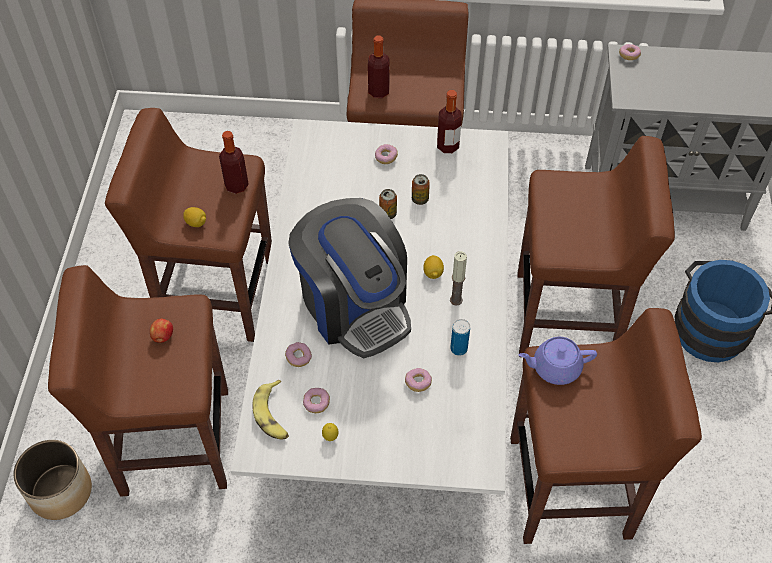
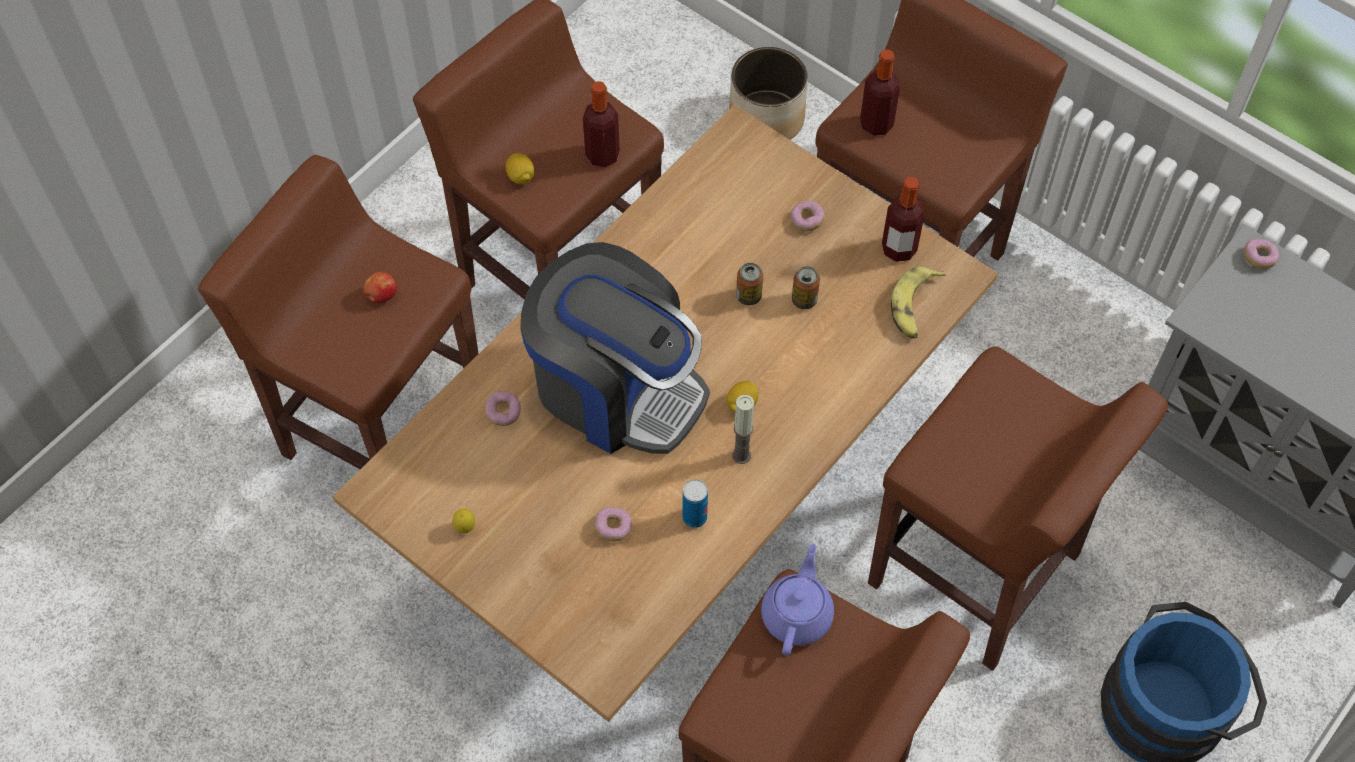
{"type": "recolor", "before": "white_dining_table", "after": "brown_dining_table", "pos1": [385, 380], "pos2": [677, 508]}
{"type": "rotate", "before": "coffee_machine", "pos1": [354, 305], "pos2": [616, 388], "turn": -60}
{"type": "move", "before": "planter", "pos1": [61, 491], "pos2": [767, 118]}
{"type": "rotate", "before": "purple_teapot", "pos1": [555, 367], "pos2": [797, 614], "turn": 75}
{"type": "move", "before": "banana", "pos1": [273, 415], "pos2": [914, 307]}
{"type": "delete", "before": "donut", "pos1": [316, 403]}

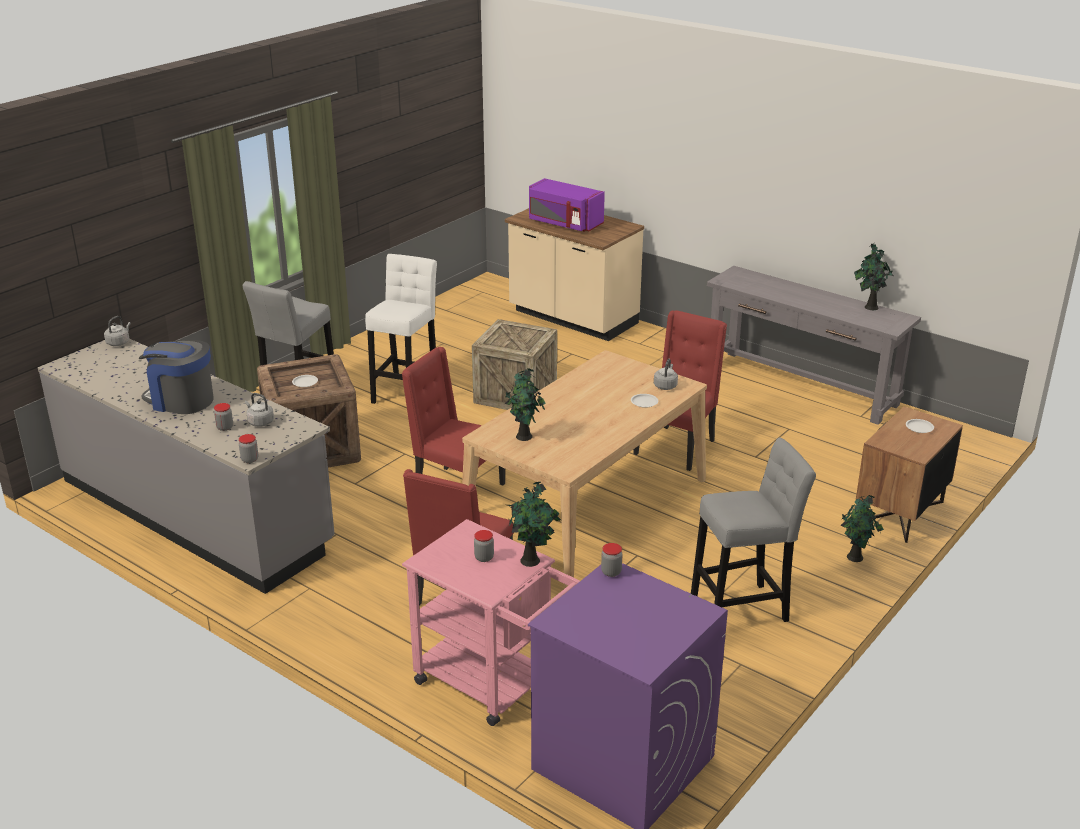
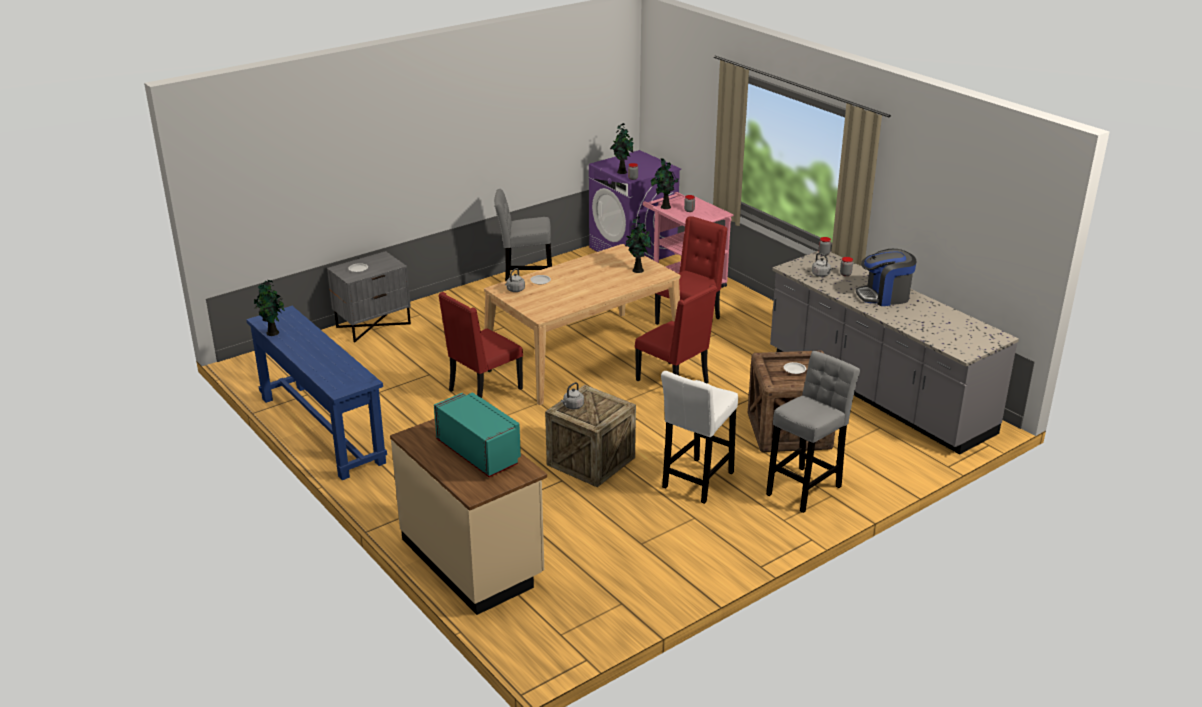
{"type": "recolor", "before": "grey_console_table", "after": "blue_console_table", "pos1": [800, 386], "pos2": [322, 429]}
{"type": "recolor", "before": "brown_nightstand", "after": "grey_nightstand", "pos1": [900, 513], "pos2": [373, 325]}
{"type": "recolor", "before": "purple_microwave", "after": "turquoise_microwave", "pos1": [564, 223], "pos2": [480, 452]}
{"type": "move", "before": "grey_kettle", "pos1": [119, 342], "pos2": [572, 406]}
{"type": "move", "before": "potted_plant", "pos1": [856, 558], "pos2": [621, 171]}
{"type": "rotate", "before": "coffee_machine", "pos1": [181, 400], "pos2": [884, 296], "turn": 135}

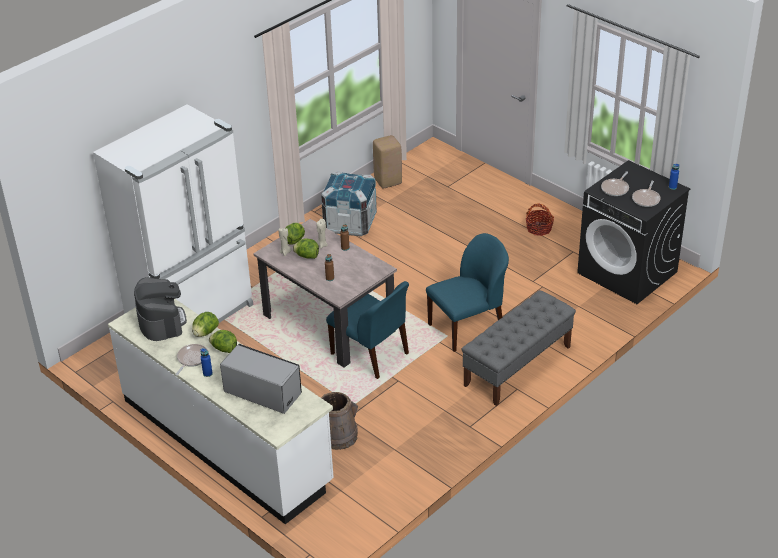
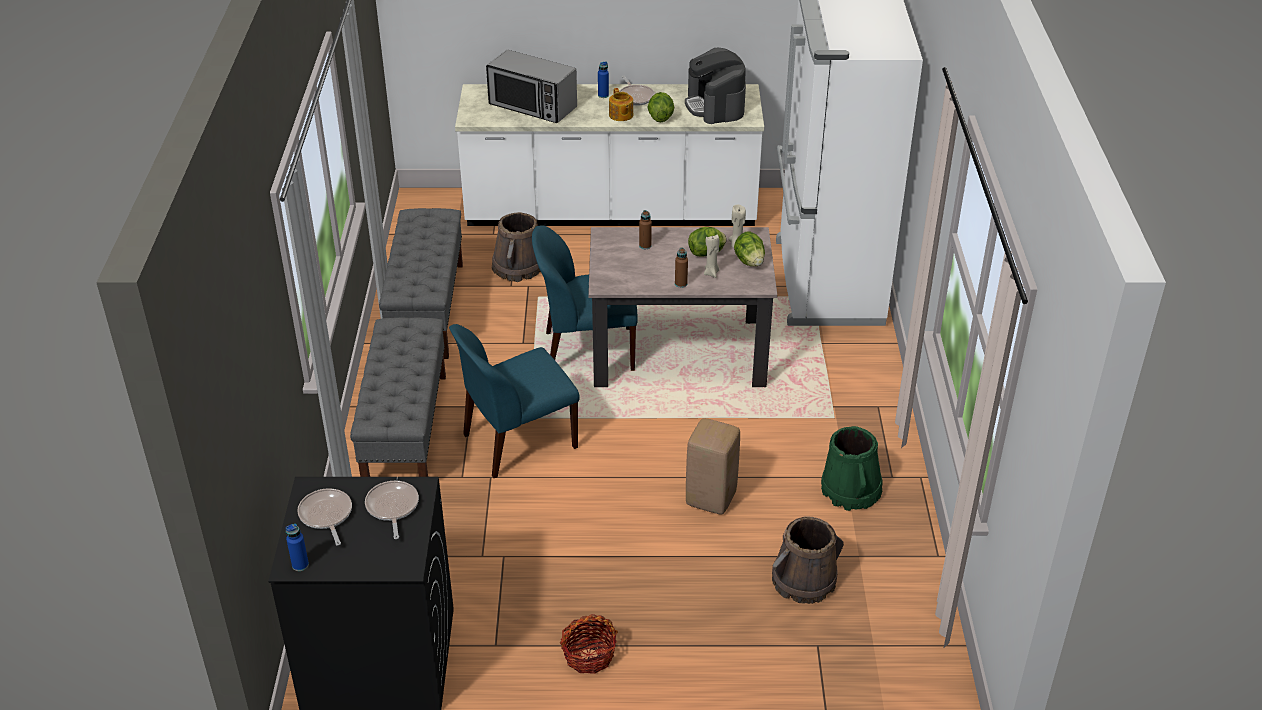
{"type": "insert", "after": "grey_bench", "pos2": [427, 309]}
{"type": "rotate", "before": "blue_chair", "pos1": [467, 327], "pos2": [517, 442], "turn": 45}
{"type": "rotate", "before": "microwave", "pos1": [262, 392], "pos2": [532, 106], "turn": 45}
{"type": "replace", "before": "lettuce", "after": "teapot", "pos1": [224, 349], "pos2": [621, 115]}
{"type": "rotate", "before": "coffee_machine", "pos1": [161, 321], "pos2": [715, 106], "turn": 45}
{"type": "move", "before": "beige_stool", "pos1": [388, 181], "pos2": [711, 499]}
{"type": "insert", "after": "brown_bucket", "pos2": [803, 580]}
{"type": "replace", "before": "crate", "after": "green_bucket", "pos1": [350, 223], "pos2": [850, 489]}

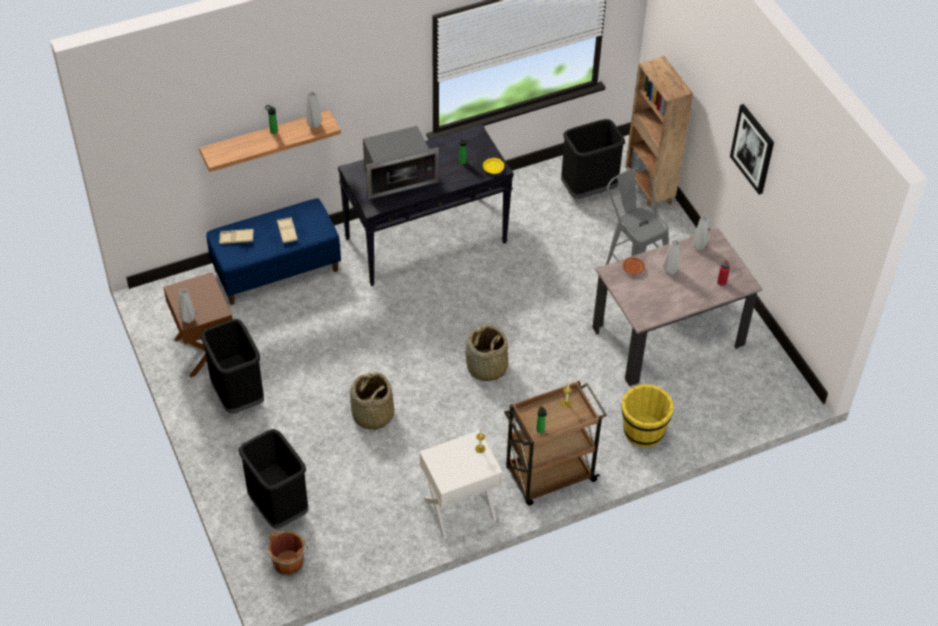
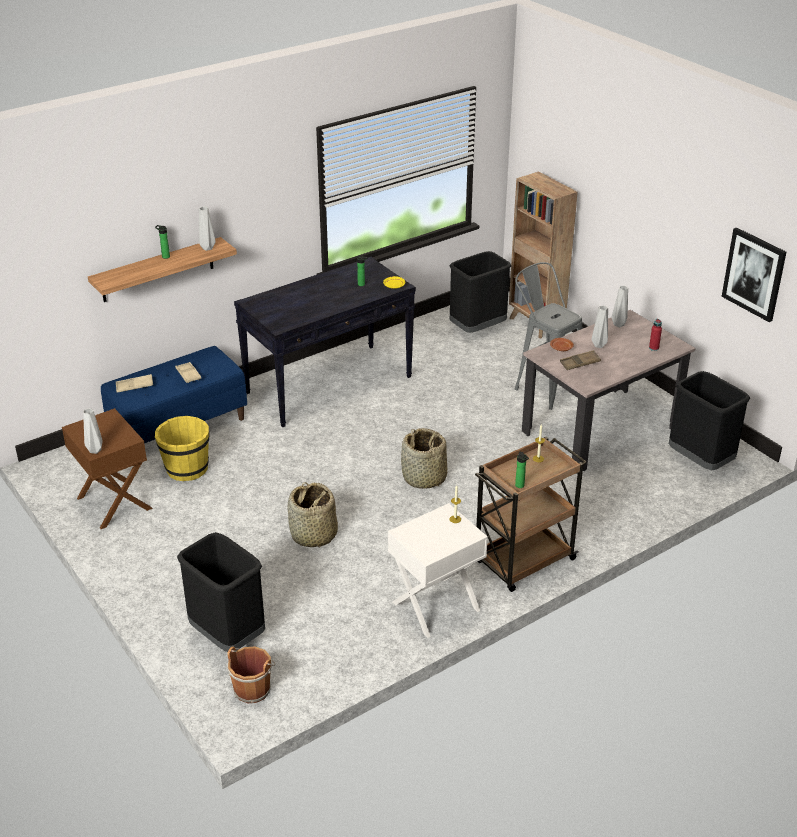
{"type": "move", "before": "yellow_bucket", "pos1": [643, 431], "pos2": [186, 469]}
{"type": "insert", "after": "brown_tray", "pos2": [580, 363]}
{"type": "move", "before": "black_trash_can", "pos1": [238, 396], "pos2": [700, 461]}
{"type": "move", "before": "picture", "pos1": [753, 149], "pos2": [754, 274]}
{"type": "delete", "before": "microwave", "pos1": [397, 177]}

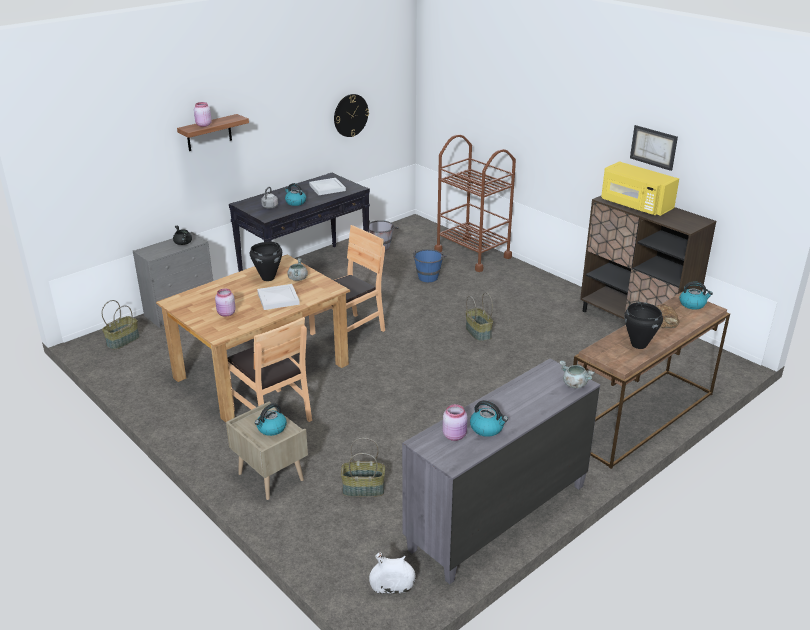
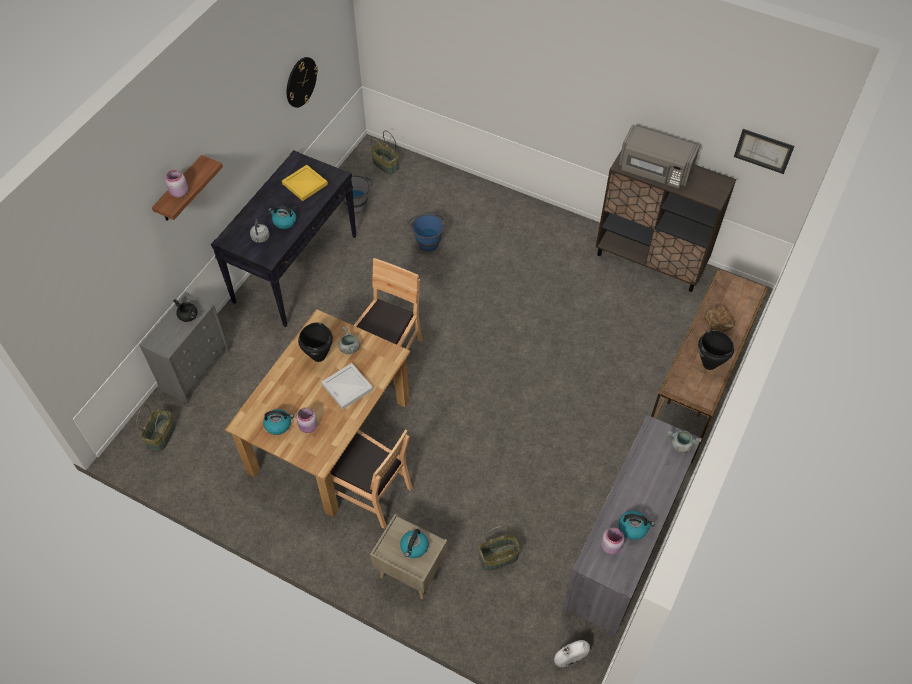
{"type": "move", "before": "kettle", "pos1": [692, 304], "pos2": [278, 424]}
{"type": "recolor", "before": "white_tray", "after": "yellow_tray", "pos1": [328, 188], "pos2": [305, 184]}
{"type": "move", "before": "basket", "pos1": [478, 333], "pos2": [386, 164]}
{"type": "recolor", "before": "yellow_microwave", "after": "grey_microwave", "pos1": [635, 205], "pos2": [654, 171]}
{"type": "move", "before": "picture", "pos1": [653, 147], "pos2": [763, 151]}
{"type": "delete", "before": "brown_cart", "pos1": [472, 254]}

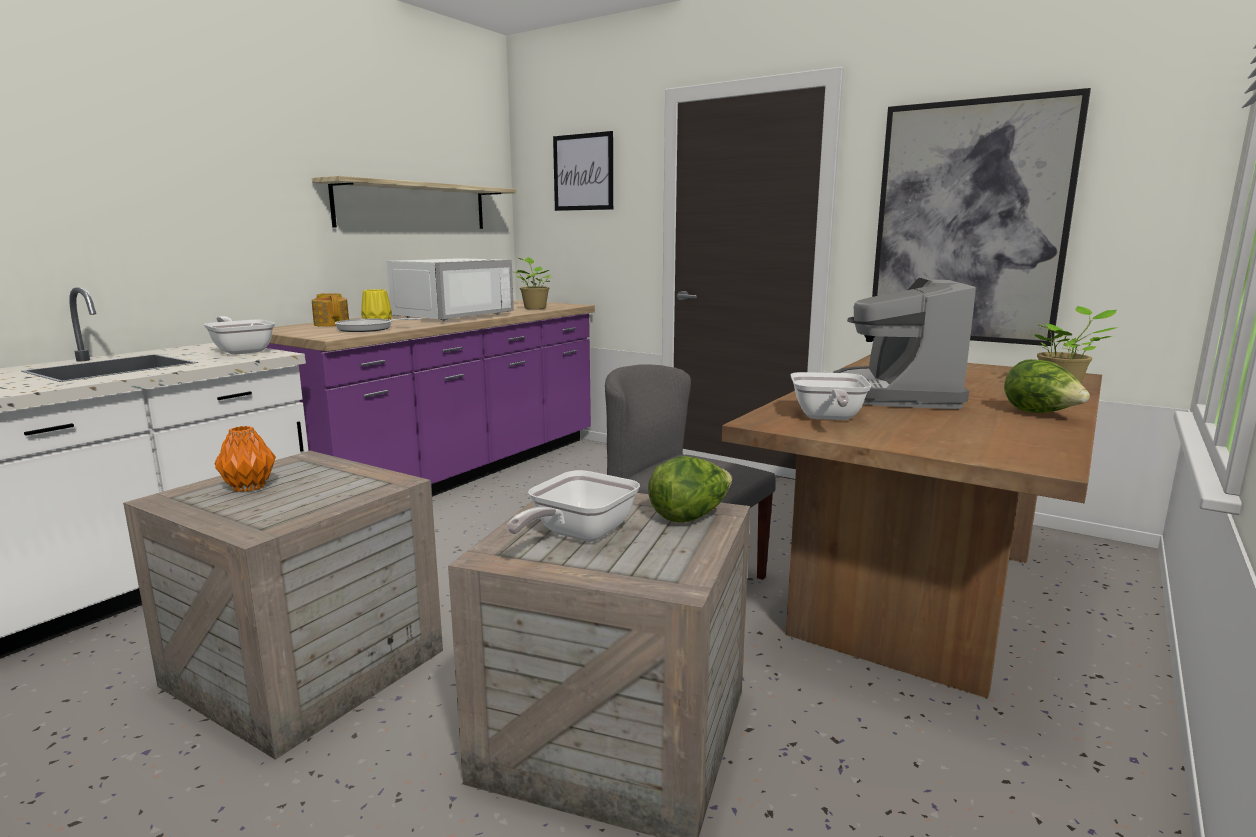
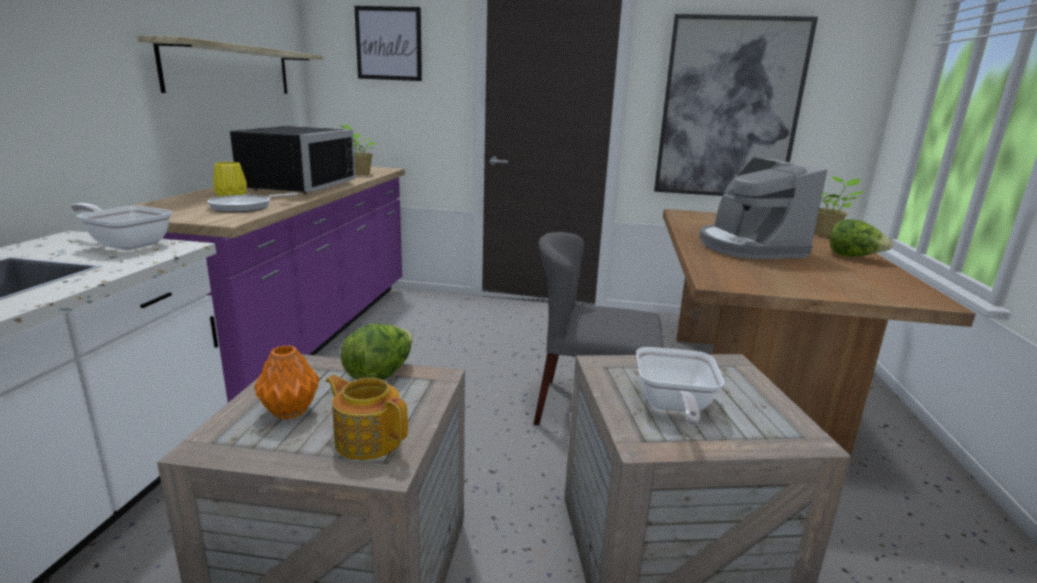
{"type": "recolor", "before": "white_microwave", "after": "black_microwave", "pos1": [448, 315], "pos2": [293, 185]}
{"type": "move", "before": "teapot", "pos1": [332, 324], "pos2": [368, 439]}
{"type": "move", "before": "lettuce", "pos1": [690, 516], "pos2": [380, 374]}
{"type": "delete", "before": "frying_pan", "pos1": [827, 418]}

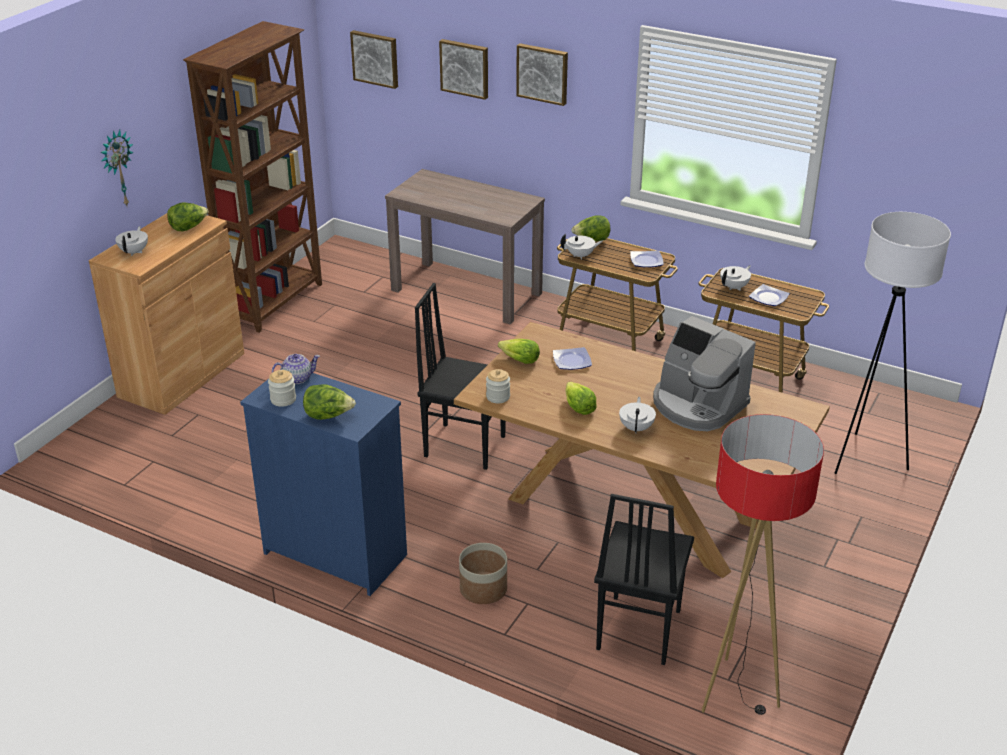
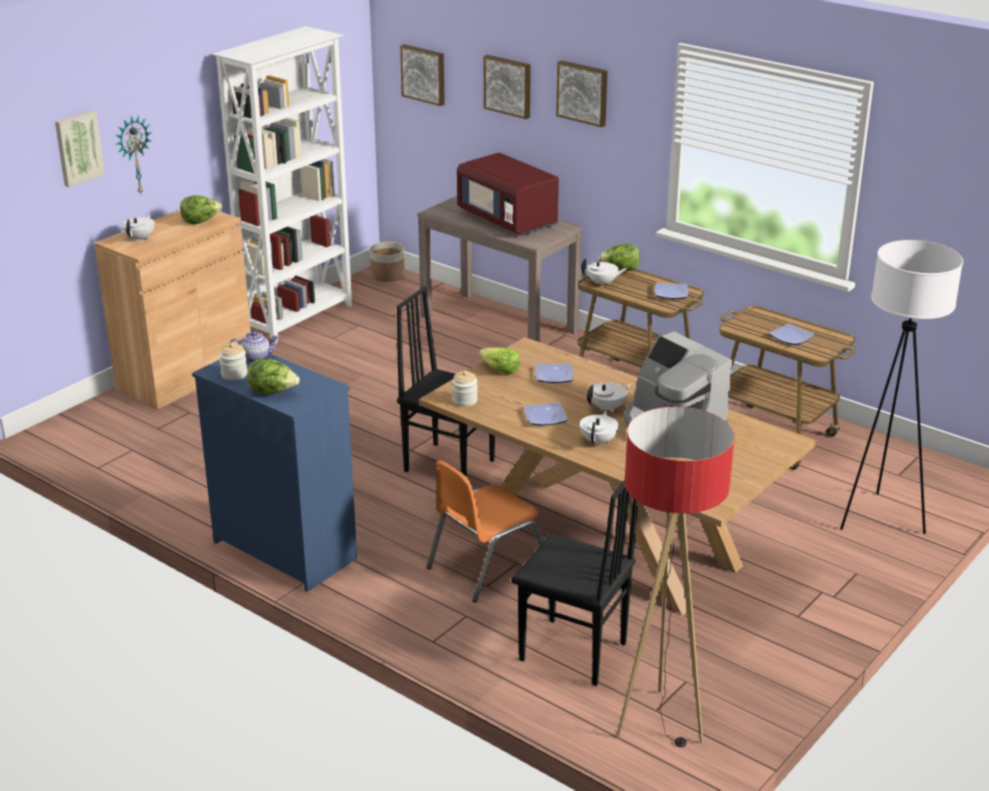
{"type": "insert", "after": "picture", "pos2": [78, 148]}
{"type": "recolor", "before": "brown_bookcase", "after": "white_bookcase", "pos1": [275, 302], "pos2": [299, 318]}
{"type": "move", "before": "planter", "pos1": [483, 588], "pos2": [388, 275]}
{"type": "insert", "after": "orange_chair", "pos2": [486, 566]}
{"type": "insert", "after": "red_microwave", "pos2": [508, 220]}
{"type": "rotate", "before": "black_chair", "pos1": [637, 630], "pos2": [573, 653], "turn": -90}
{"type": "replace", "before": "lettuce", "after": "plate", "pos1": [578, 407], "pos2": [544, 417]}
{"type": "move", "before": "white_teapot", "pos1": [734, 287], "pos2": [608, 408]}

